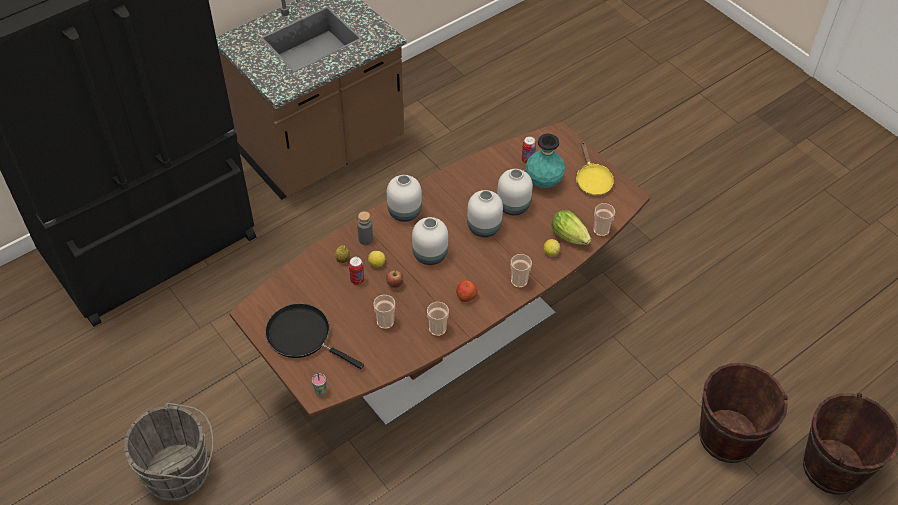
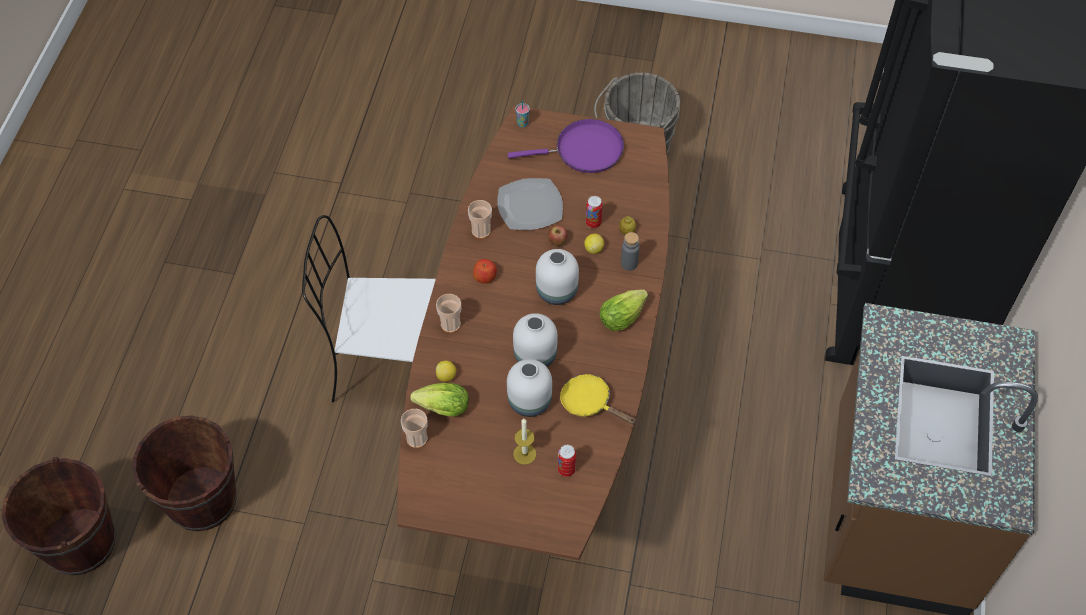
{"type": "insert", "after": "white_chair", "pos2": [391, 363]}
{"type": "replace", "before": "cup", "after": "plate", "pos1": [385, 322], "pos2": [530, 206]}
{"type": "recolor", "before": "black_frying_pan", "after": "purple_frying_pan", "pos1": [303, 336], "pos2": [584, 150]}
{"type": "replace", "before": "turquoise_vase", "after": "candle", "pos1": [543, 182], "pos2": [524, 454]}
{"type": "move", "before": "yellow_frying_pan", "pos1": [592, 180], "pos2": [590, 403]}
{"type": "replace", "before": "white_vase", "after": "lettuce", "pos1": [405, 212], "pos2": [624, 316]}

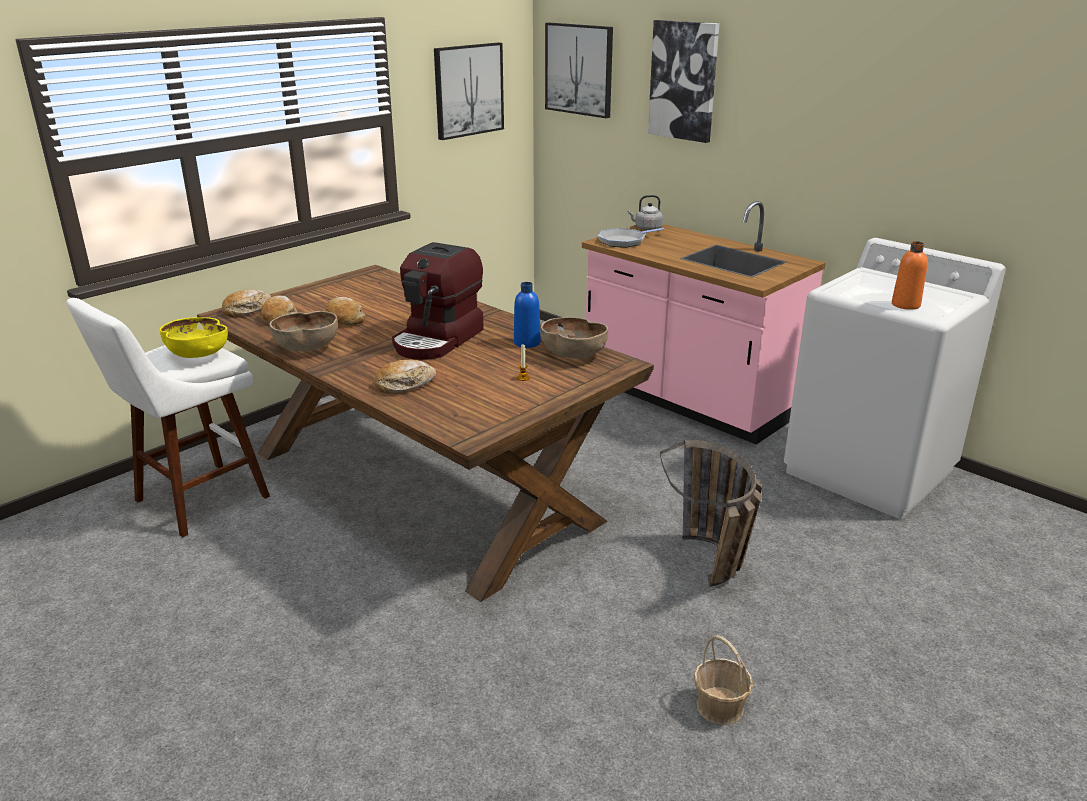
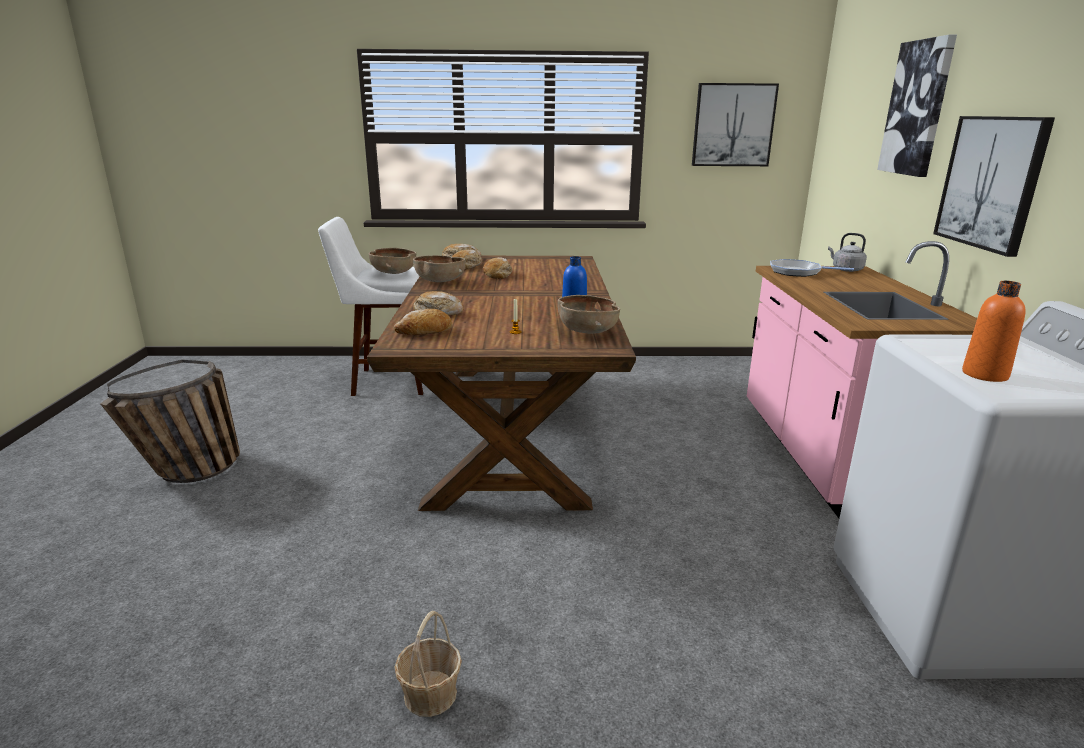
{"type": "move", "before": "basket", "pos1": [714, 571], "pos2": [189, 475]}
{"type": "recolor", "before": "yellow_bowl", "after": "brown_bowl", "pos1": [197, 355], "pos2": [393, 273]}
{"type": "insert", "after": "bread", "pos2": [425, 332]}
{"type": "move", "before": "picture", "pos1": [579, 69], "pos2": [991, 182]}
{"type": "delete", "before": "coffee_machine", "pos1": [438, 340]}

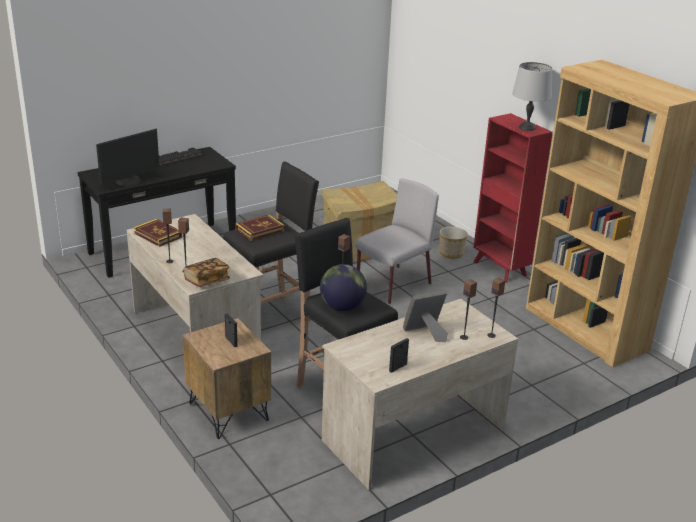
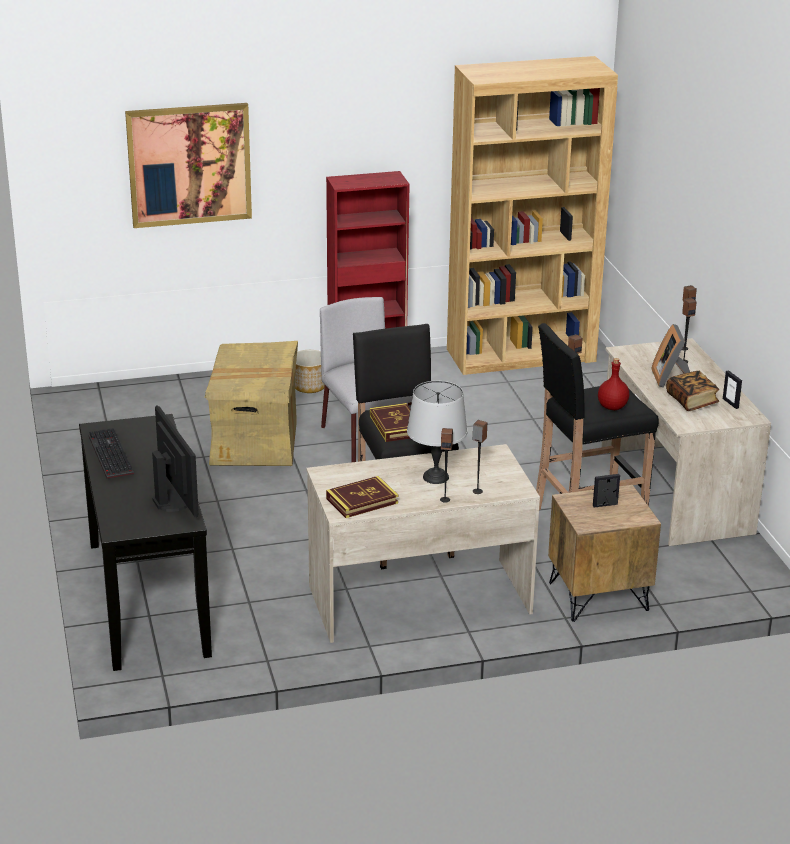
{"type": "insert", "after": "picture", "pos2": [189, 164]}
{"type": "move", "before": "grey_table_lamp", "pos1": [527, 127], "pos2": [435, 477]}
{"type": "replace", "before": "globe", "after": "red_bottle", "pos1": [342, 307], "pos2": [612, 407]}
{"type": "move", "before": "book", "pos1": [207, 281], "pos2": [691, 401]}

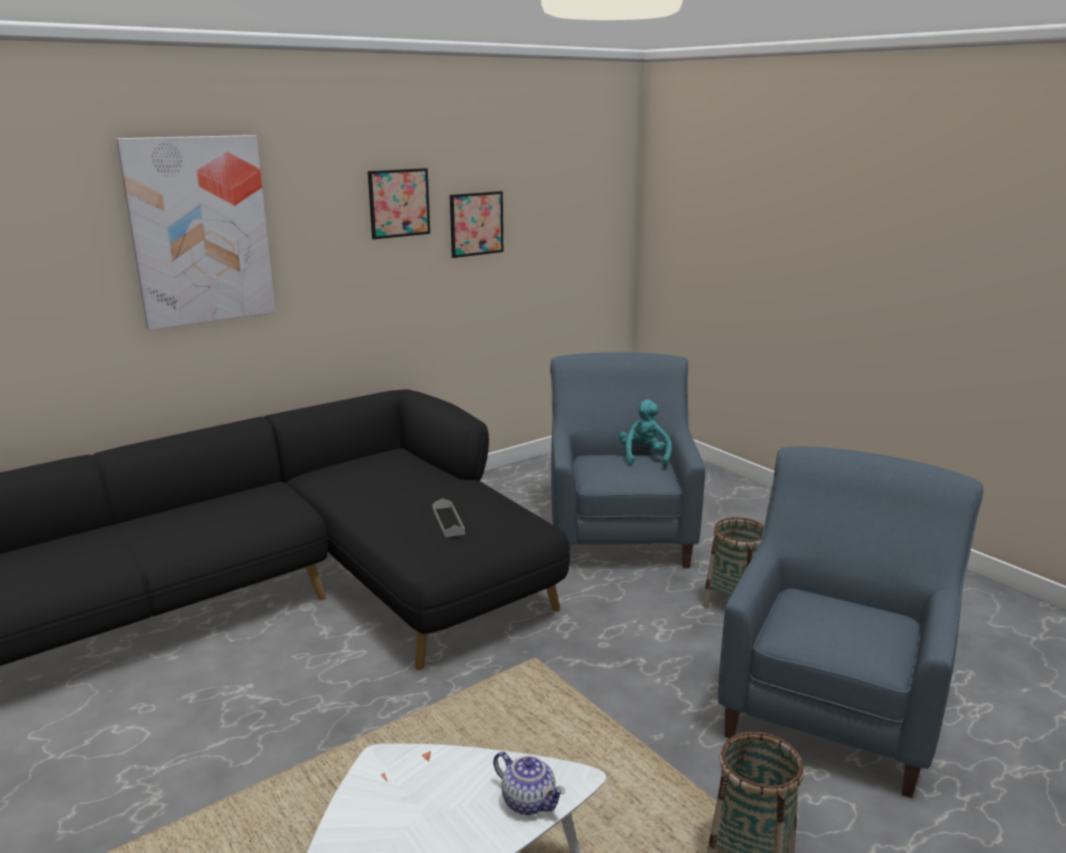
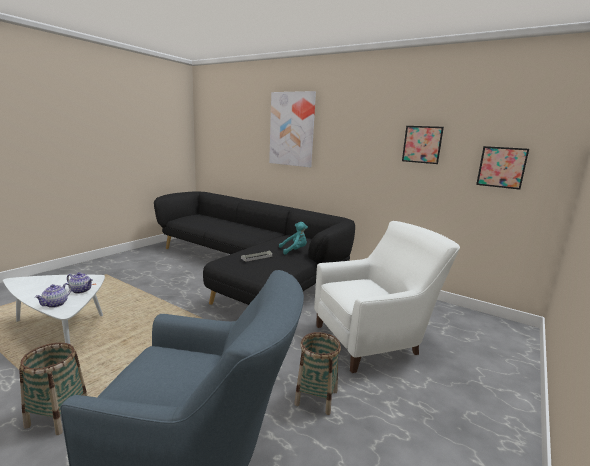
{"type": "insert", "after": "teapot", "pos2": [81, 290]}
{"type": "move", "before": "turquoise_plush_toy", "pos1": [644, 457], "pos2": [294, 250]}
{"type": "recolor", "before": "blue_armchair", "after": "white_armchair", "pos1": [618, 532], "pos2": [375, 340]}
{"type": "move", "before": "picture", "pos1": [399, 203], "pos2": [501, 167]}

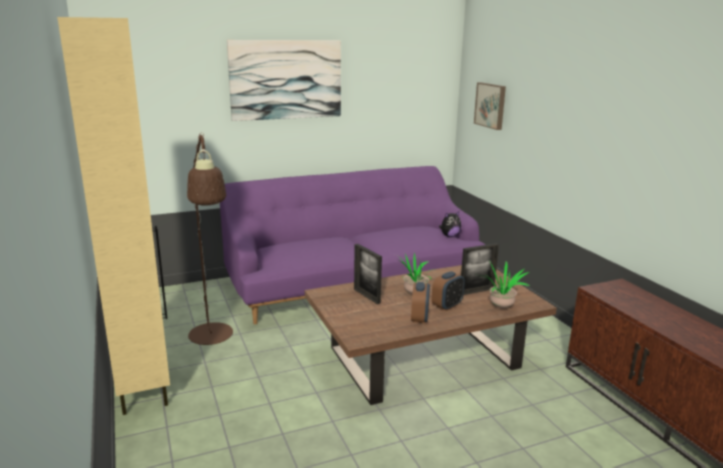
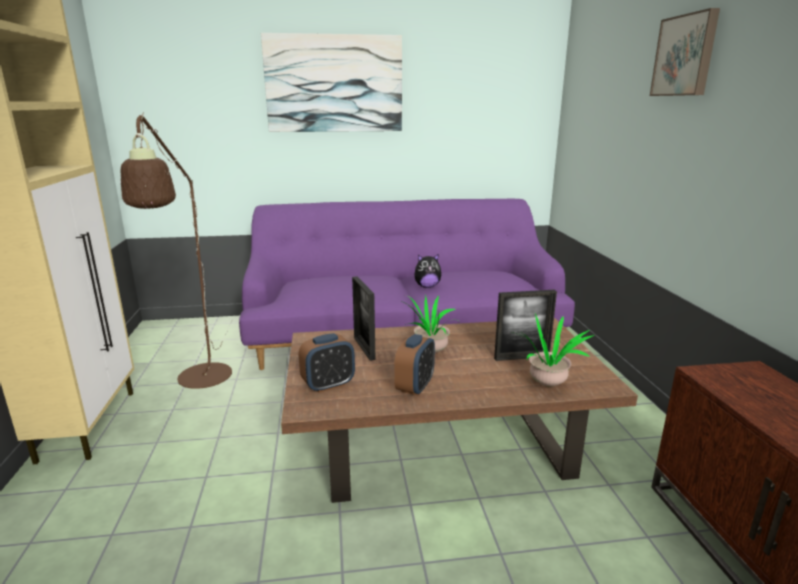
{"type": "move", "before": "alarm_clock", "pos1": [447, 306], "pos2": [328, 385]}
{"type": "move", "before": "plush_toy", "pos1": [449, 236], "pos2": [427, 286]}
{"type": "move", "before": "picture", "pos1": [491, 105], "pos2": [685, 56]}

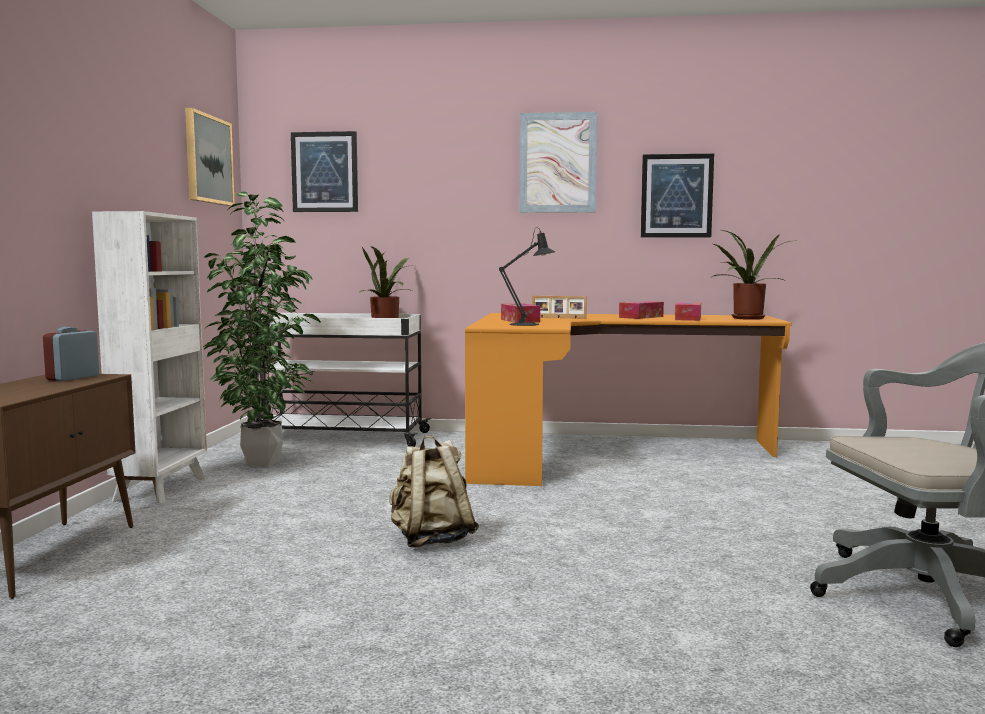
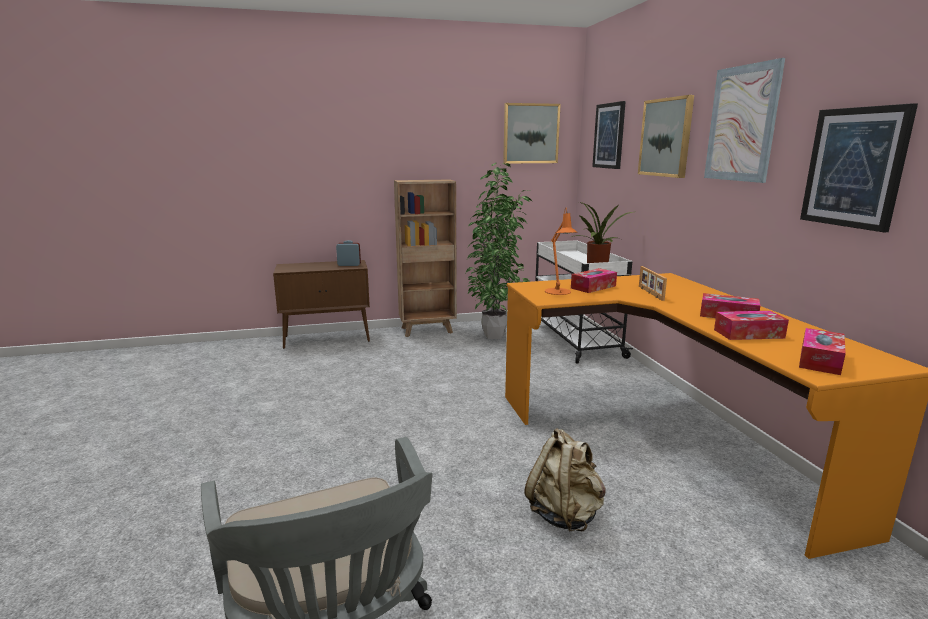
{"type": "recolor", "before": "white_bookcase", "after": "brown_bookcase", "pos1": [162, 488], "pos2": [428, 330]}
{"type": "move", "before": "beige_backpack", "pos1": [431, 540], "pos2": [565, 514]}
{"type": "recolor", "before": "black_table_lamp", "after": "orange_table_lamp", "pos1": [529, 324], "pos2": [559, 292]}
{"type": "insert", "after": "picture", "pos2": [666, 137]}
{"type": "replace", "before": "potted_plant", "after": "tissue_box", "pos1": [747, 318], "pos2": [820, 360]}

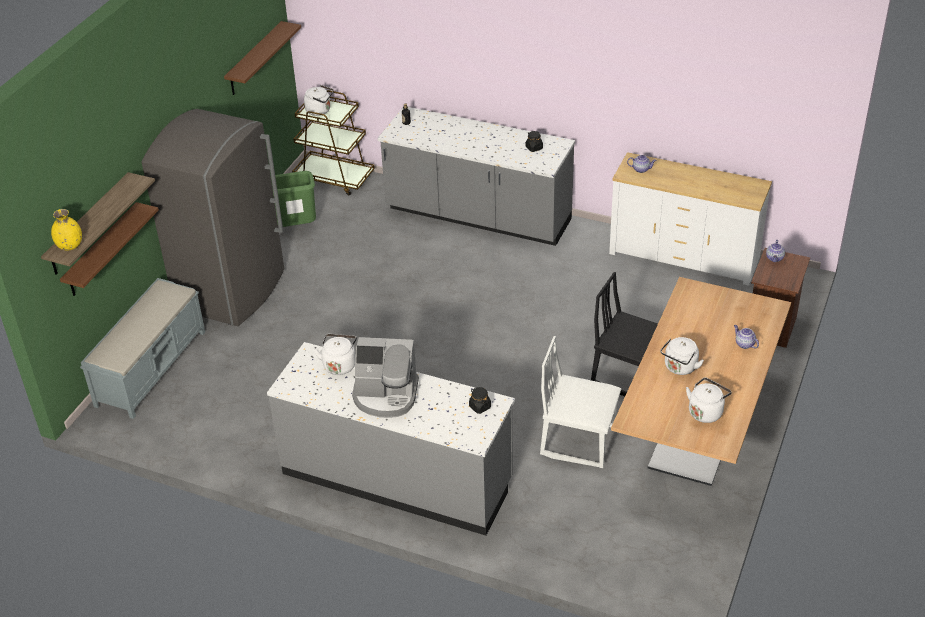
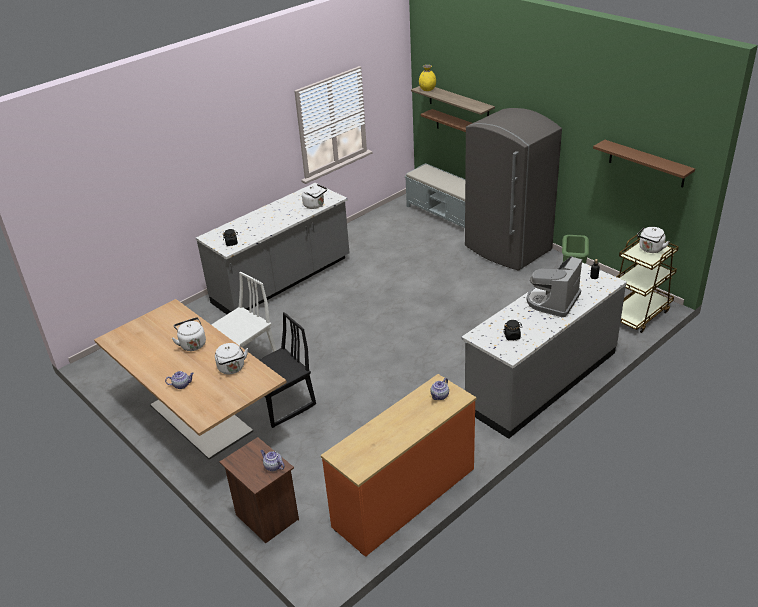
{"type": "move", "before": "white_kettle", "pos1": [706, 411], "pos2": [232, 369]}
{"type": "recolor", "before": "white_dresser", "after": "orange_dresser", "pos1": [684, 256], "pos2": [405, 498]}
{"type": "move", "before": "coffee_machine", "pos1": [386, 396], "pos2": [553, 301]}

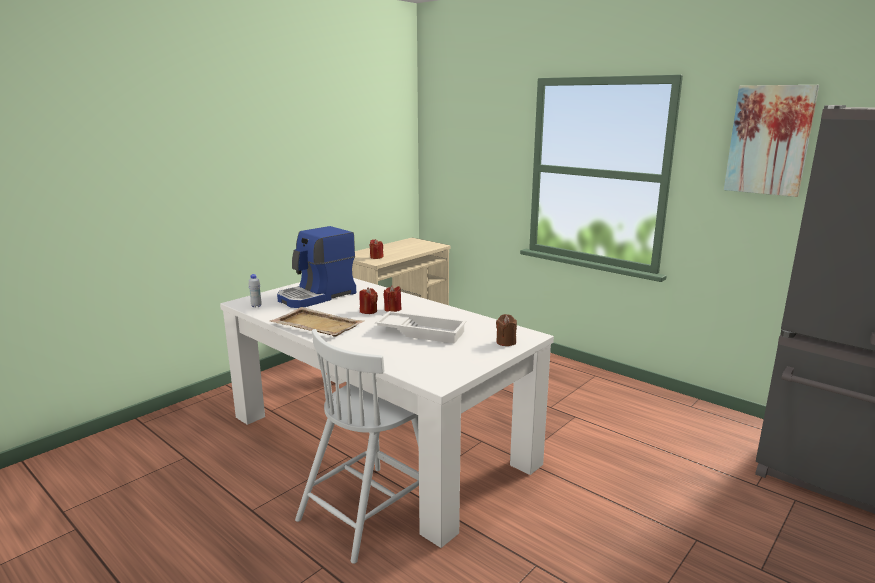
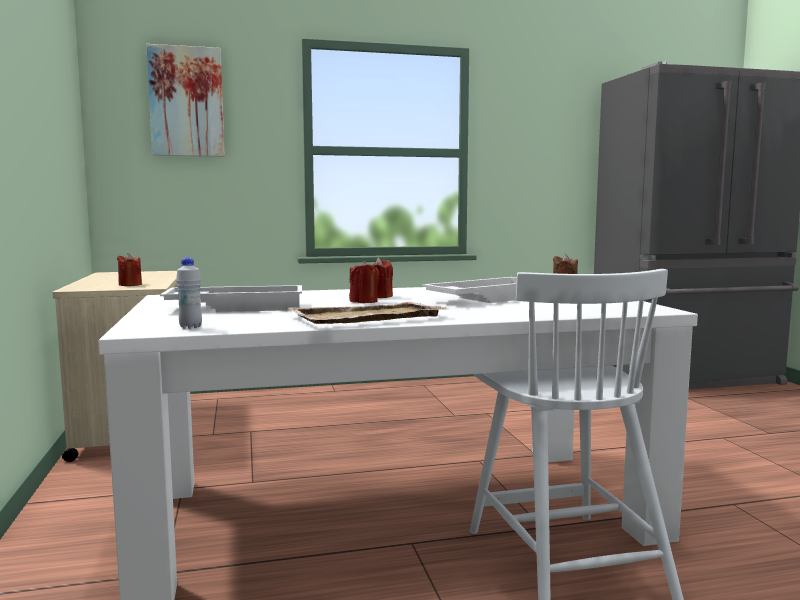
{"type": "move", "before": "picture", "pos1": [769, 140], "pos2": [186, 102]}
{"type": "replace", "before": "coffee_machine", "after": "white_tray", "pos1": [317, 296], "pos2": [237, 307]}

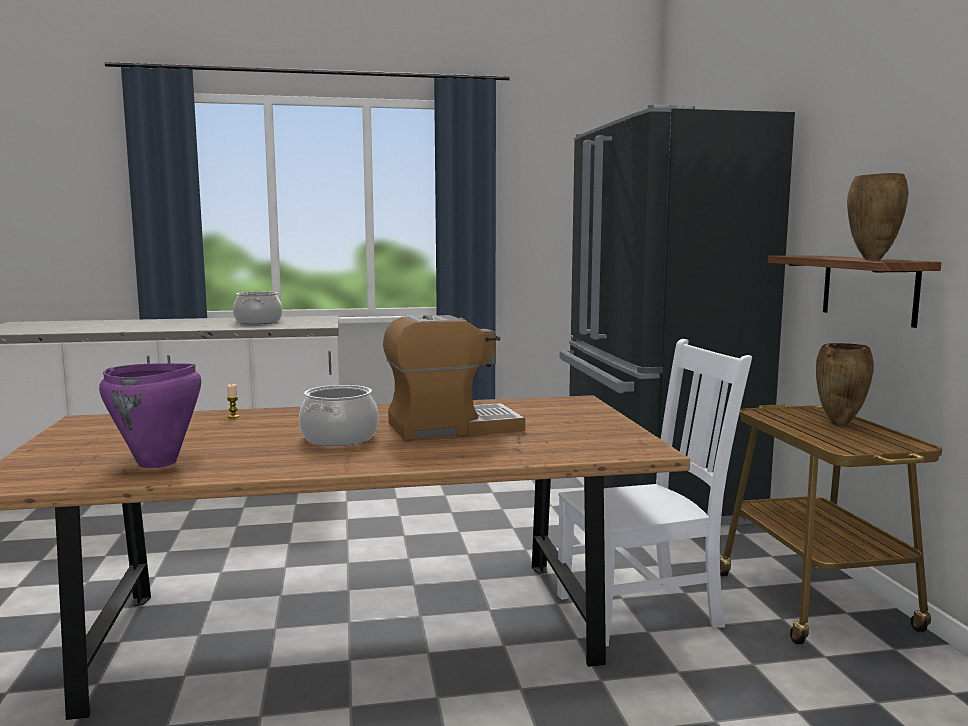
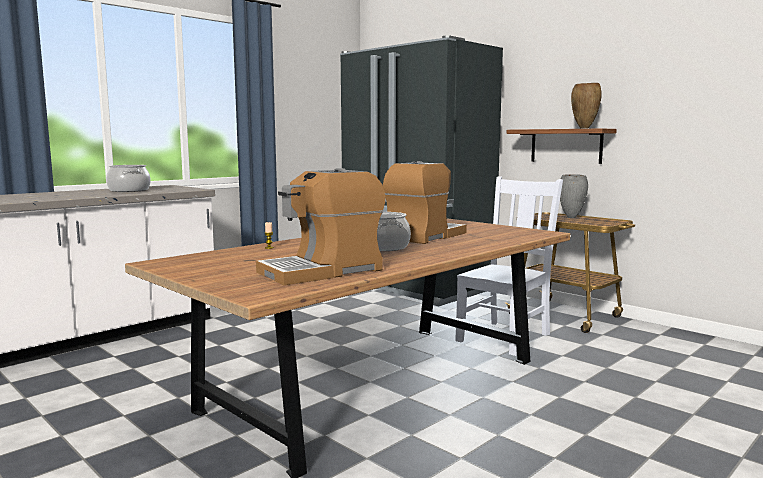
{"type": "replace", "before": "purple_cooking_pot", "after": "coffee_machine", "pos1": [157, 463], "pos2": [322, 271]}
{"type": "recolor", "before": "brown_vase", "after": "grey_vase", "pos1": [840, 424], "pos2": [572, 218]}

